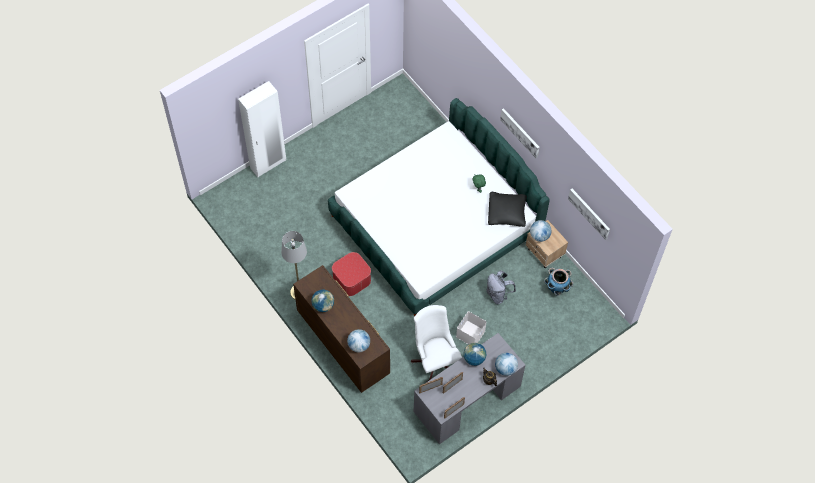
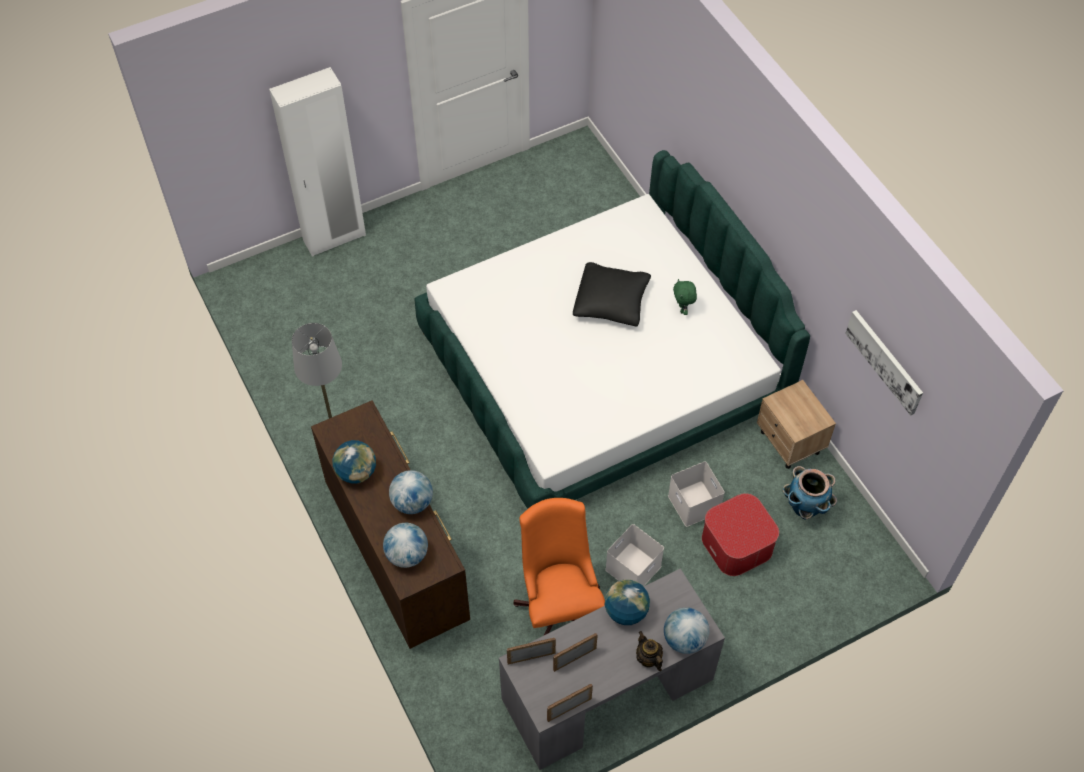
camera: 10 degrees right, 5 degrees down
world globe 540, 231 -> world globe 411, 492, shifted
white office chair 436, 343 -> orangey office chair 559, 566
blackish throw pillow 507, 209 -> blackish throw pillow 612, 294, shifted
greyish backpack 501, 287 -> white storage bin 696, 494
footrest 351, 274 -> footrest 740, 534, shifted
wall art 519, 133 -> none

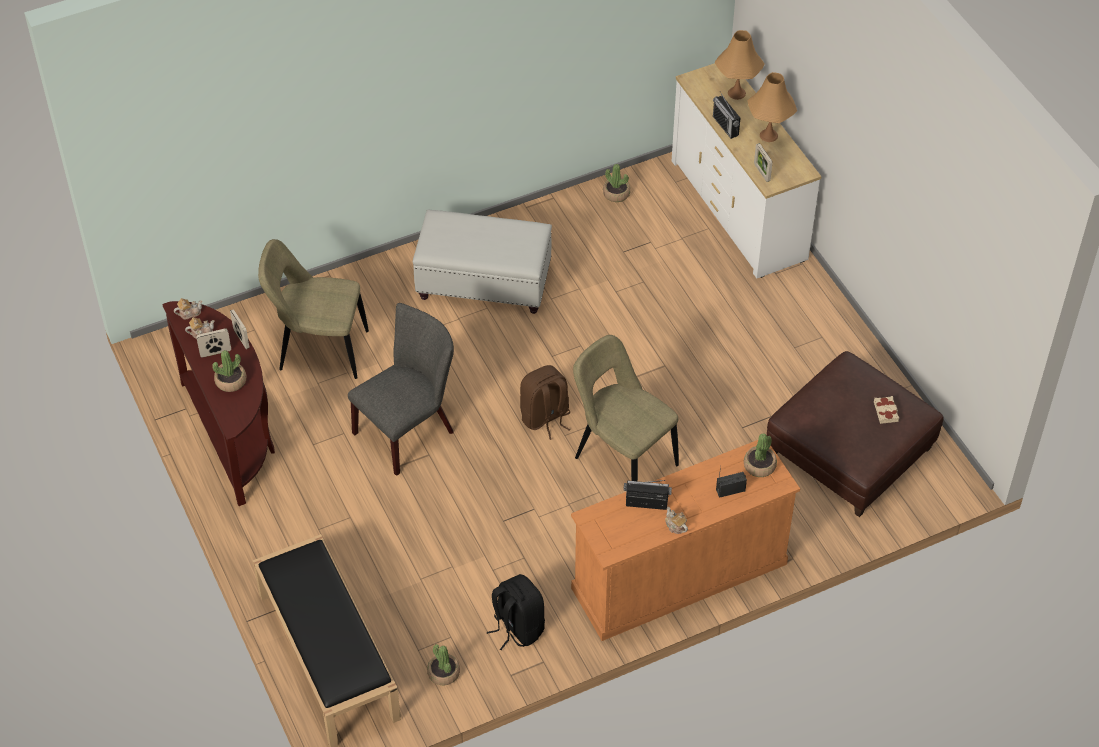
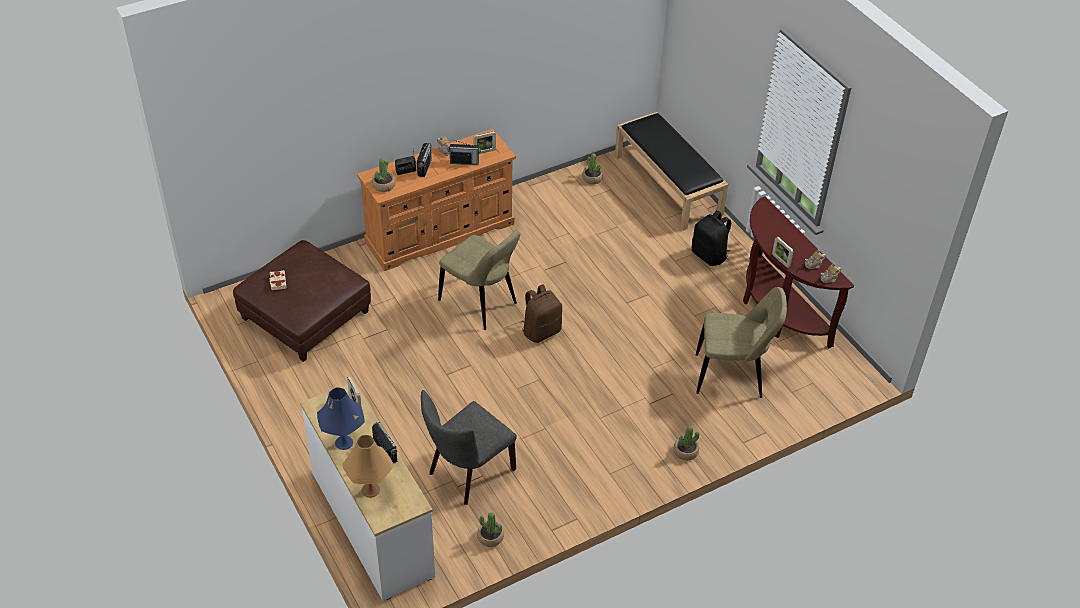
camera: 175 degrees right, 5 degrees down
orangey lamp for a table 772, 107 -> bluish lamp for a table 341, 418
none -> radio set 424, 160
greyish plain chair 401, 389 -> greyish plain chair 469, 447, shifted
photo frame 213, 343 -> photo frame 484, 142, shifted
houseplant 229, 371 -> houseplant 686, 443, shifted
blackish backpack 516, 612 -> blackish backpack 711, 238, shifted
white footrest 482, 262 -> none

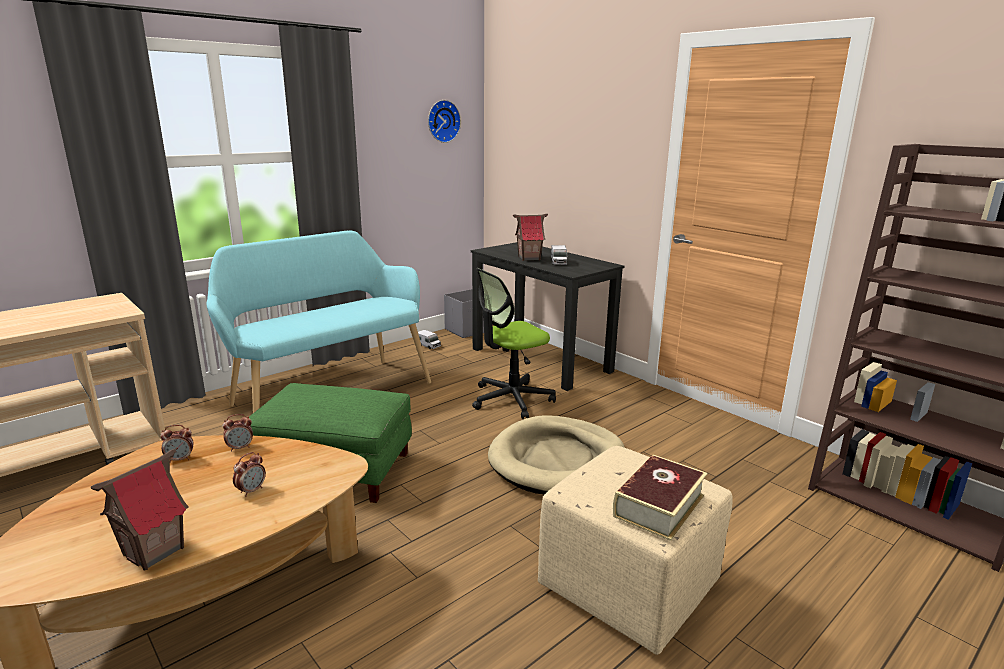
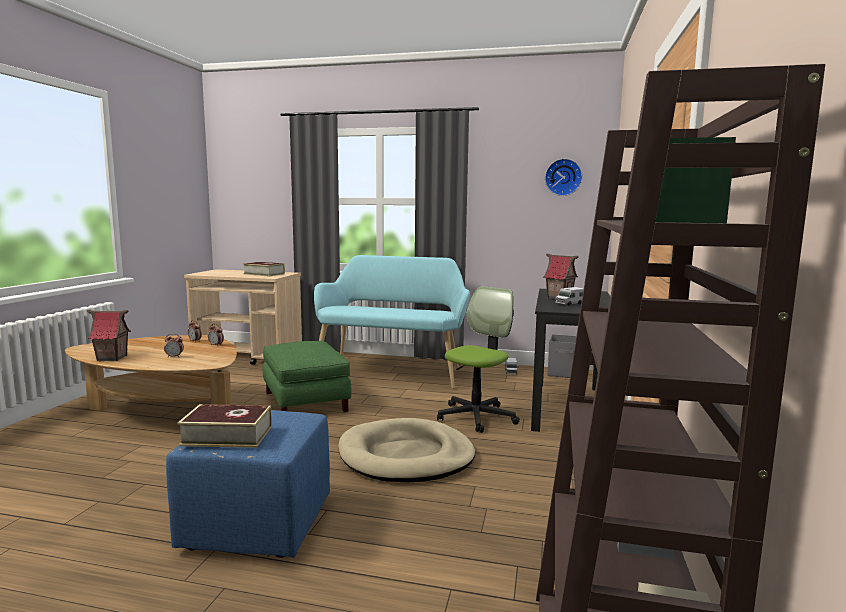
camera: 55 degrees right, 10 degrees down
sand-coloured footrest 635, 550 -> bluish footrest 248, 484
none -> volume 264, 269
office chair 514, 343 -> office chair 478, 359, 105 degrees clockwise

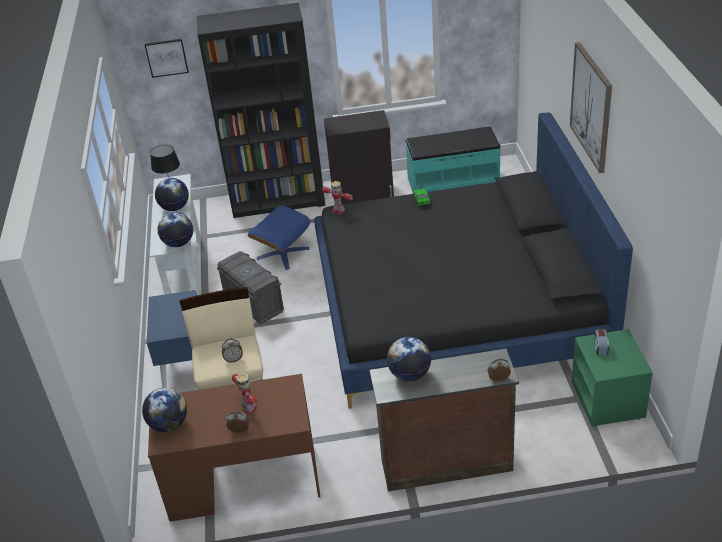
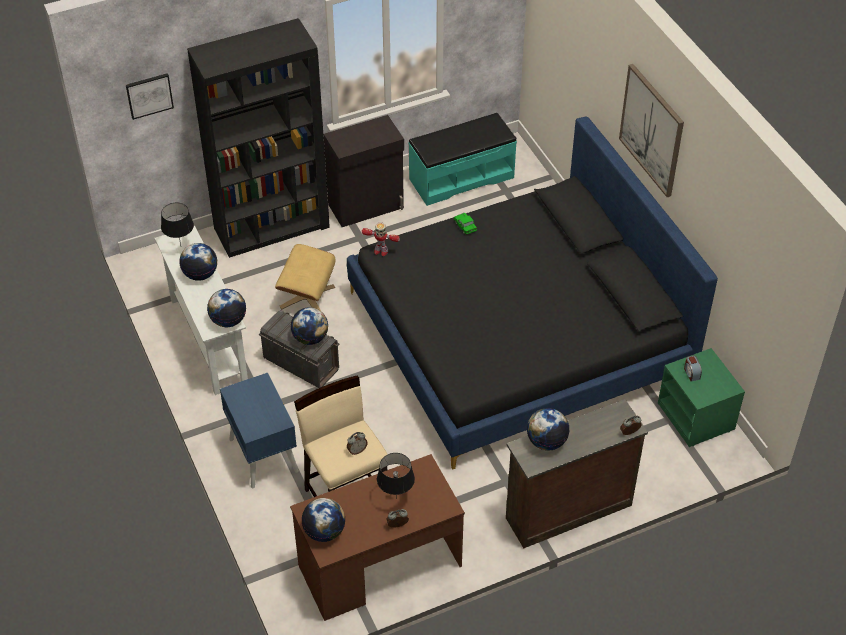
camera: 20 degrees left, 10 degrees up
bluish footrest 279, 237 -> sand-coloured footrest 305, 277
none -> world globe 309, 326
toy robot 244, 393 -> blackish lamp for a table 396, 474

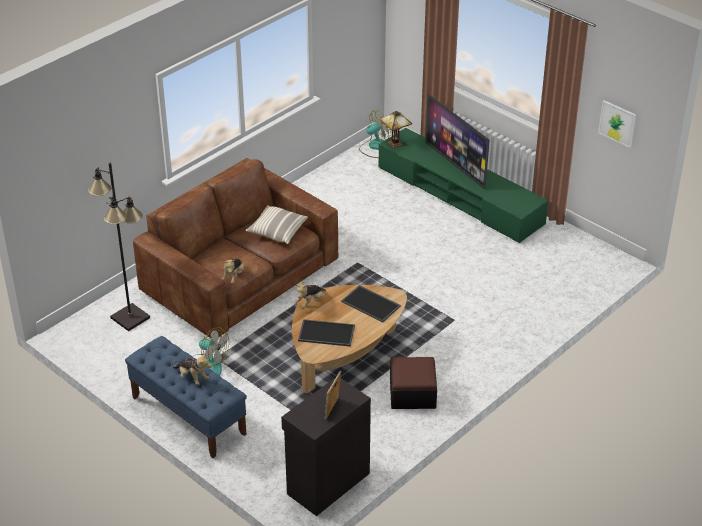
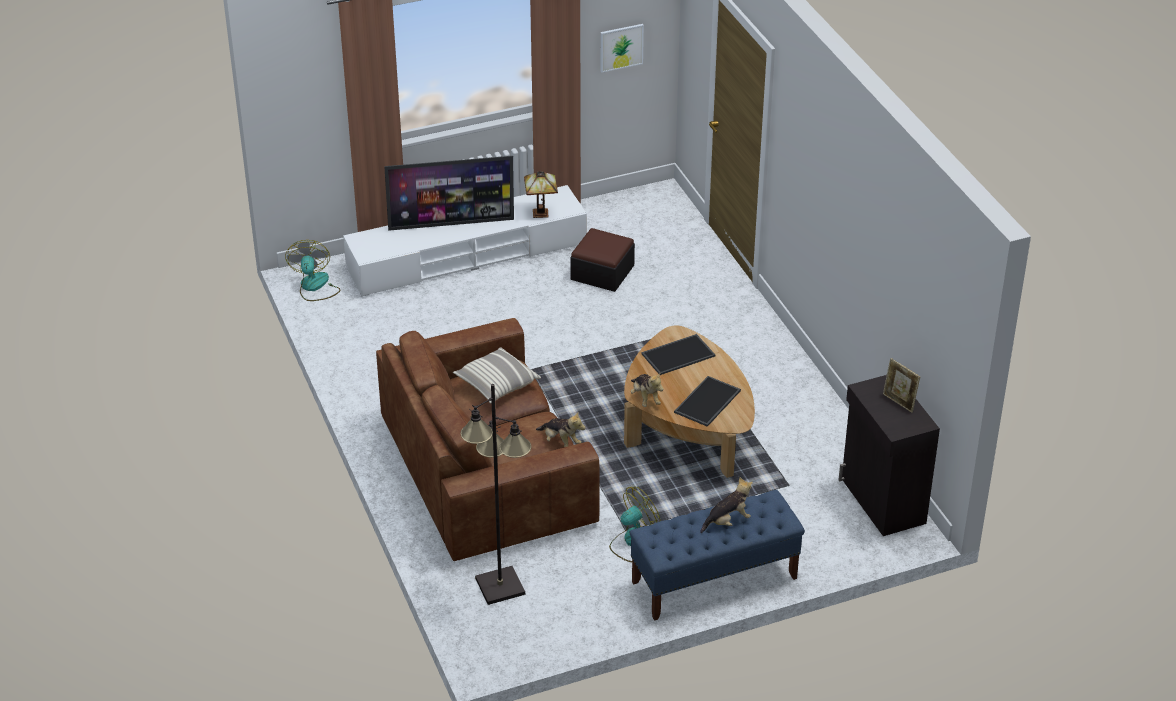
camera: 65 degrees left, 0 degrees up
greenish media console 463, 185 -> white media console 465, 240
lamp for a table 396, 129 -> lamp for a table 541, 194, shifted
footrest 413, 383 -> footrest 602, 260, shifted

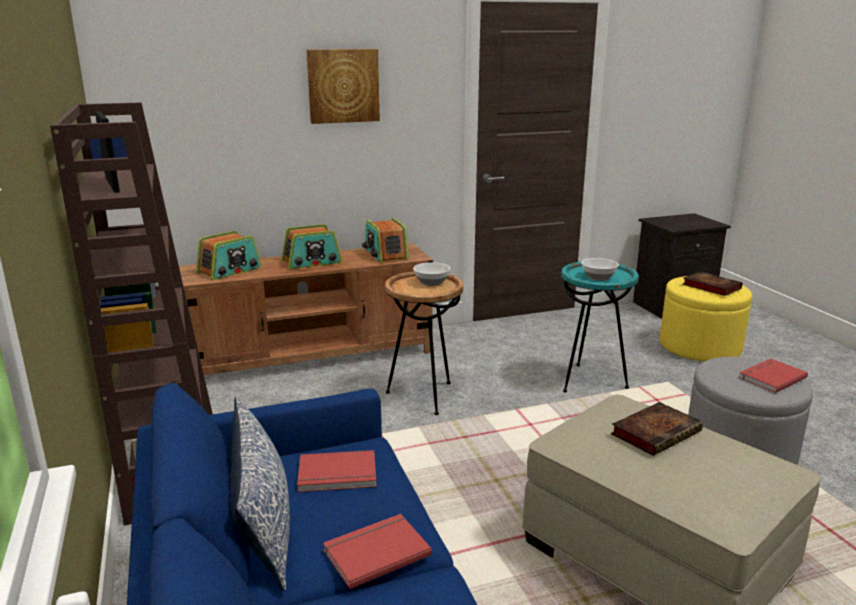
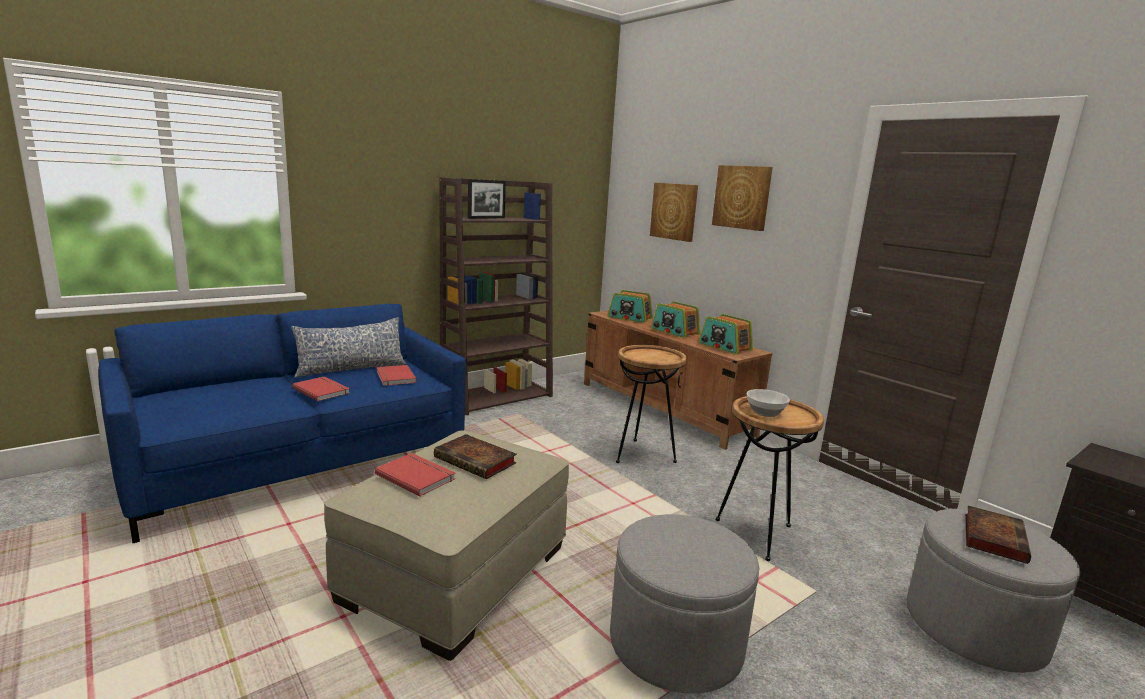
camera: 70 degrees right, 5 degrees down
red volume 773, 376 -> red volume 415, 474, shifted
none -> wall art 674, 212
radio set 385, 240 -> radio set 726, 334, 90 degrees counterclockwise
blue-green end table 600, 327 -> brown-coloured end table 770, 478
yellowish footrest 706, 319 -> greyish footrest 993, 591
bowl 431, 274 -> none

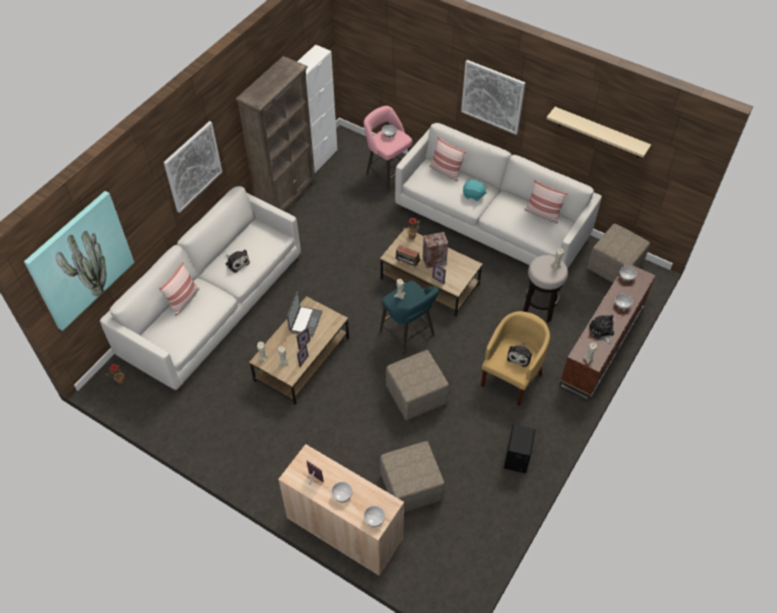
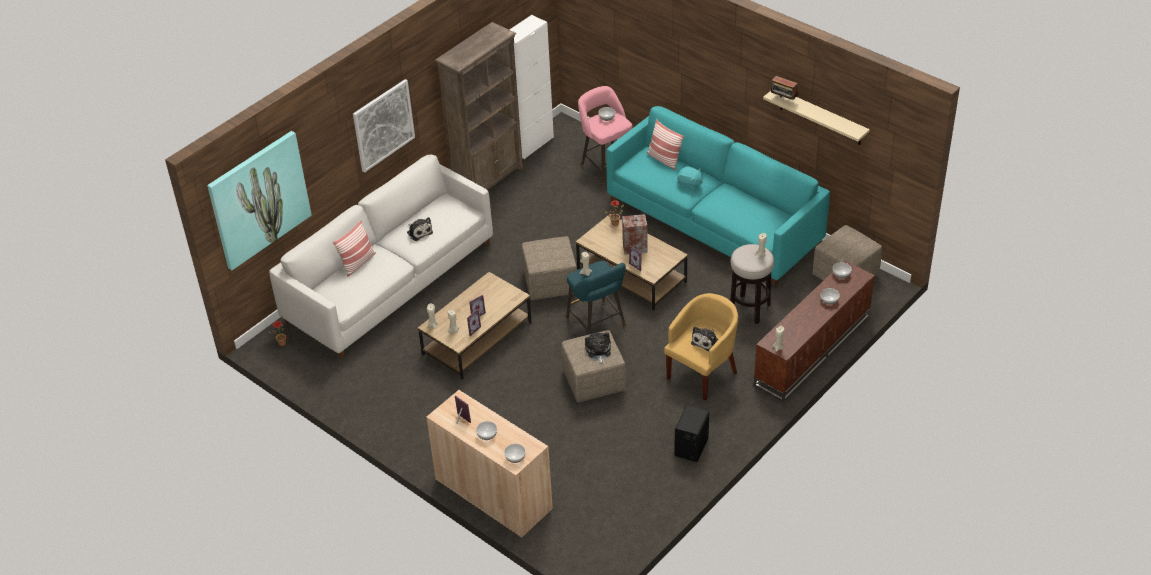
camera: 10 degrees right, 10 degrees down
sand-coloured footrest 412, 476 -> sand-coloured footrest 549, 268, shifted
soft toy 601, 329 -> soft toy 598, 348, shifted
white sofa 498, 196 -> blue-green sofa 718, 196
radio set 408, 255 -> radio set 784, 88, shifted
portable computer 305, 314 -> none
wall art 493, 97 -> none
throw pillow 546, 201 -> none

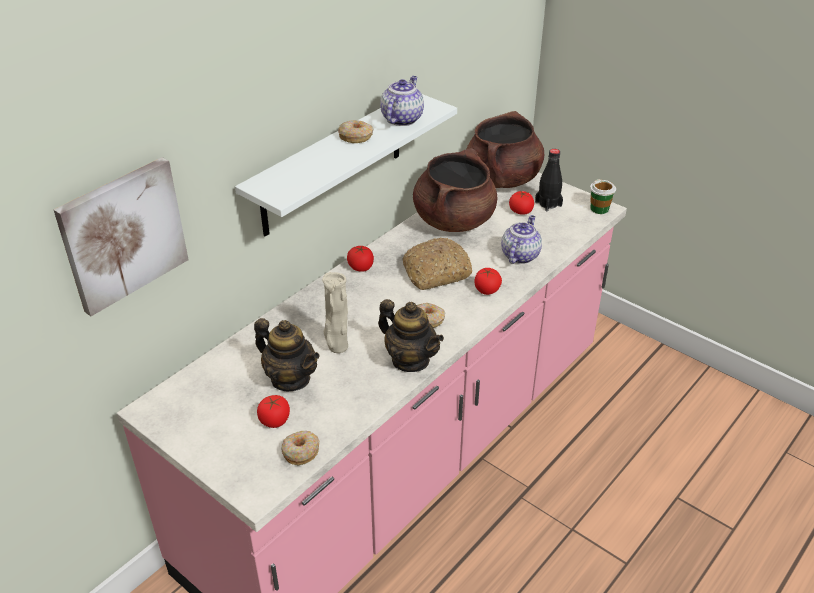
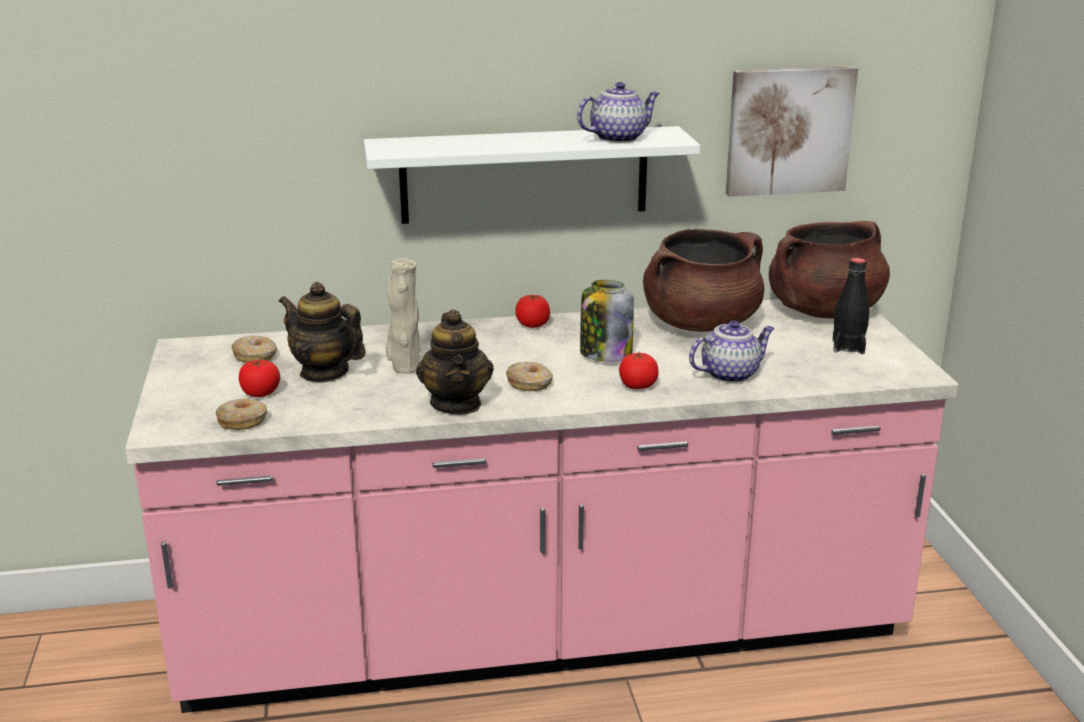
camera: 40 degrees right, 15 degrees down
ring doughnut 356, 131 -> ring doughnut 254, 349, shifted
pot for tea 287, 354 -> pot for tea 322, 332, 135 degrees clockwise
baked bread 437, 264 -> preserve jar 607, 321
wall art 121, 236 -> wall art 792, 131, shifted
whole tomato 521, 202 -> none
cup 603, 196 -> none

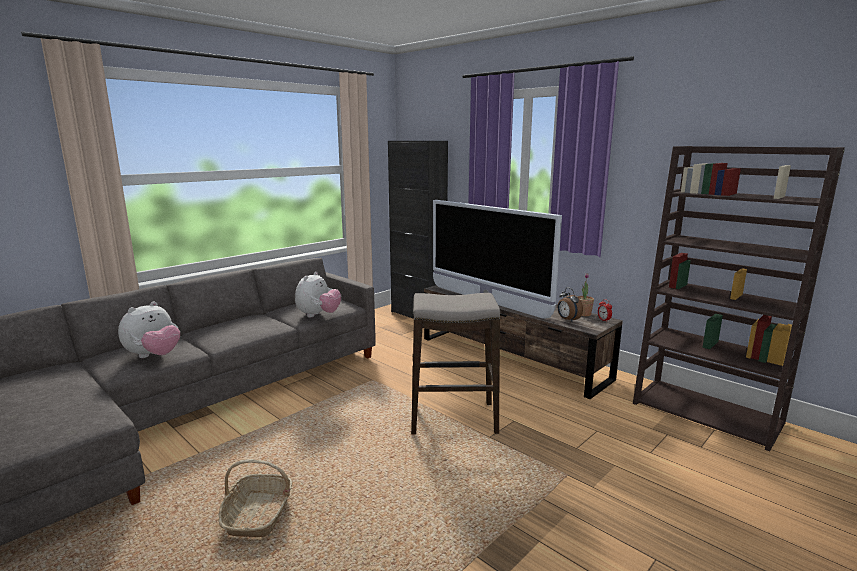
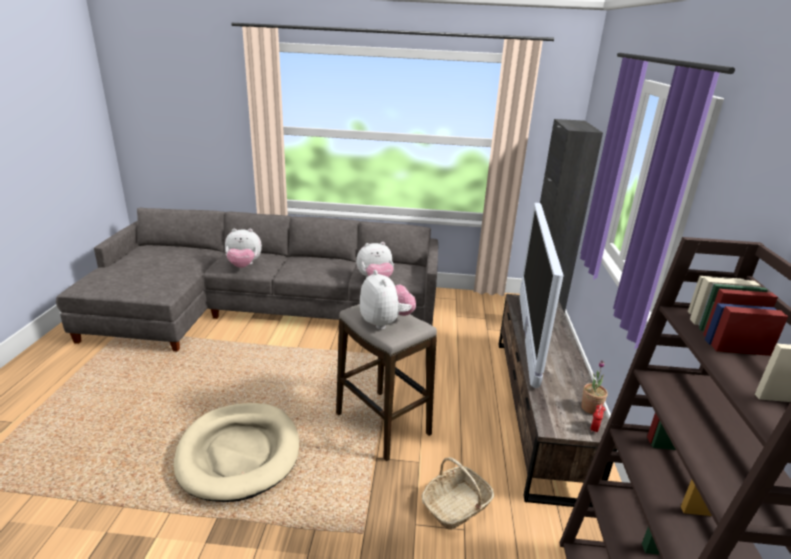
camera: 50 degrees right, 10 degrees up
none -> sand-coloured pet bed 236, 452
none -> soft toy 388, 300
basket 255, 498 -> basket 457, 493, shifted
bedside clock 570, 304 -> none

